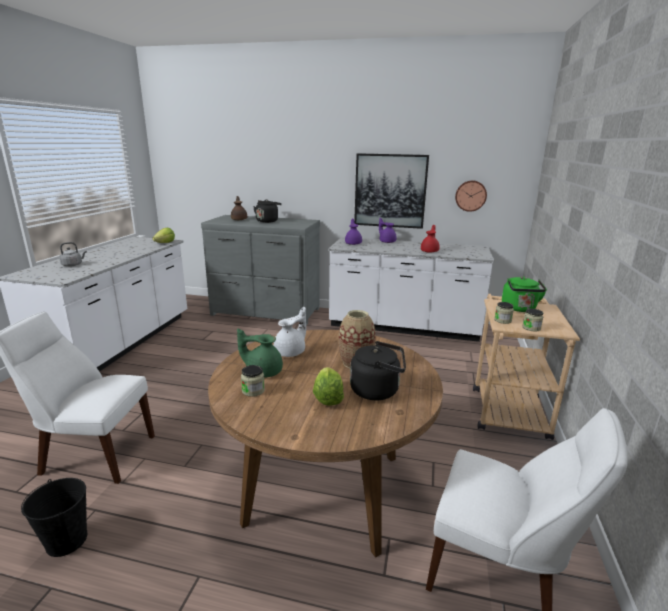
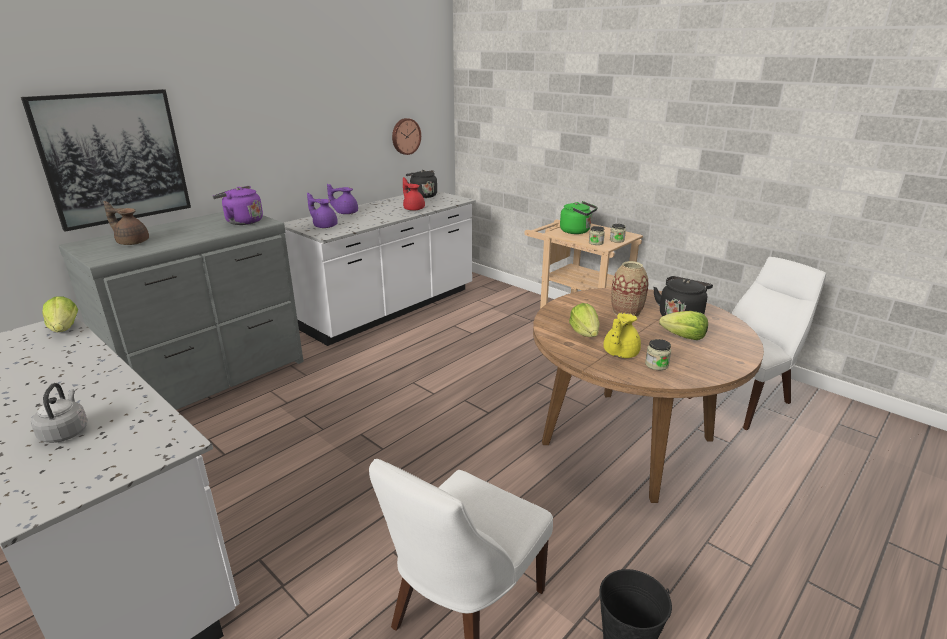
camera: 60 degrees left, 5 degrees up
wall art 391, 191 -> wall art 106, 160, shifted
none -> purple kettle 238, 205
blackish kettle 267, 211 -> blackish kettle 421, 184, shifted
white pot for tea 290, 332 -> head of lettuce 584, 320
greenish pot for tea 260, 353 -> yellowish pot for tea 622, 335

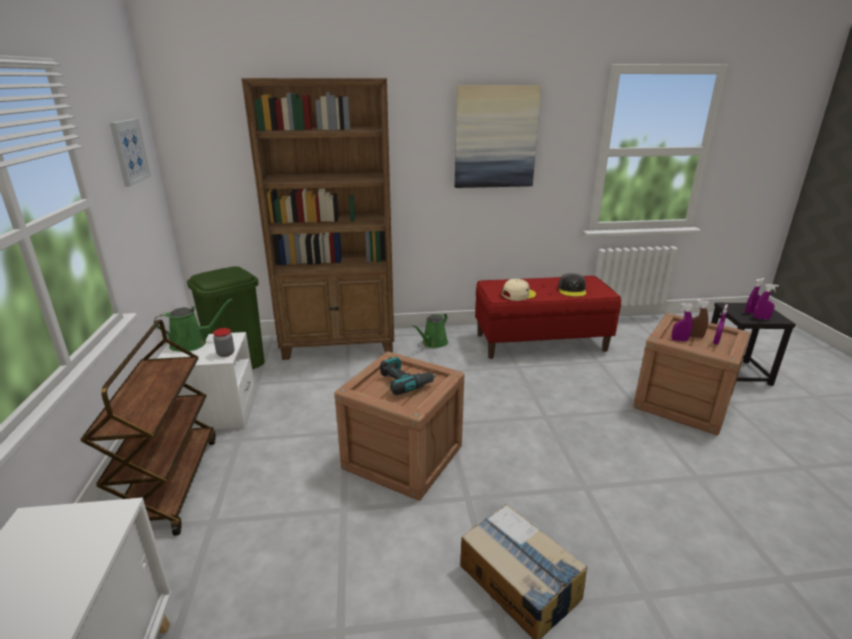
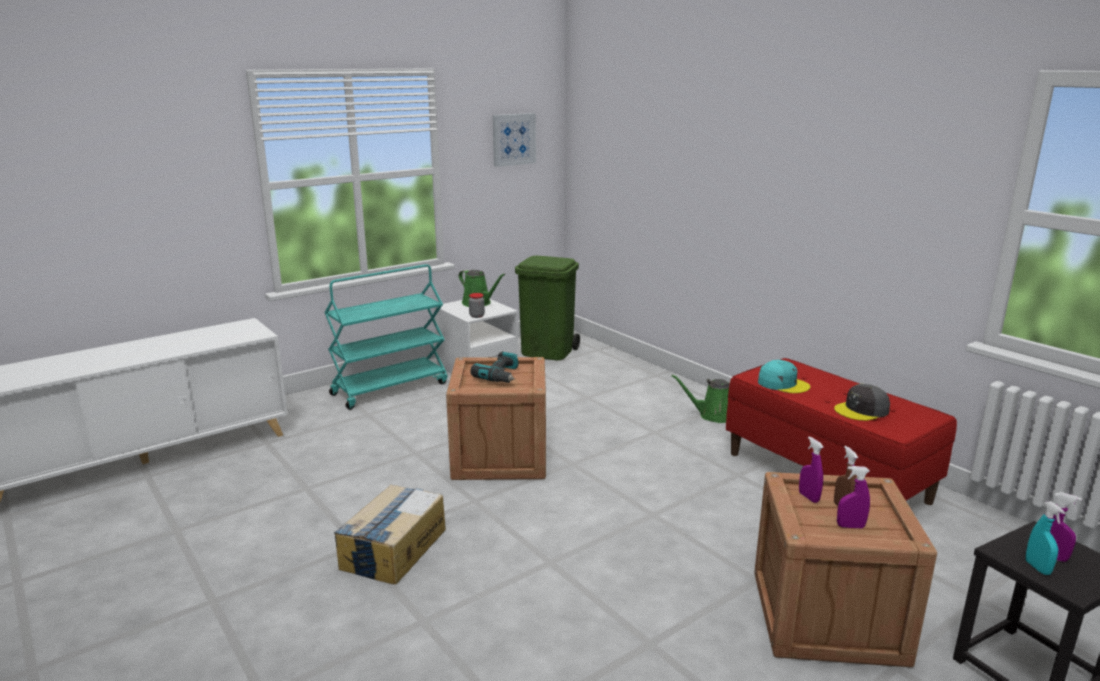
camera: 60 degrees right, 5 degrees down
brown-coloured wheeled cart 148, 428 -> blue-green wheeled cart 386, 337
sand-coloured peaked cap 519, 290 -> blue-green peaked cap 784, 376
purple spray bottle 766, 302 -> blue-green spray bottle 1045, 538
brown-coloured shelving unit 317, 219 -> none
wall art 497, 136 -> none

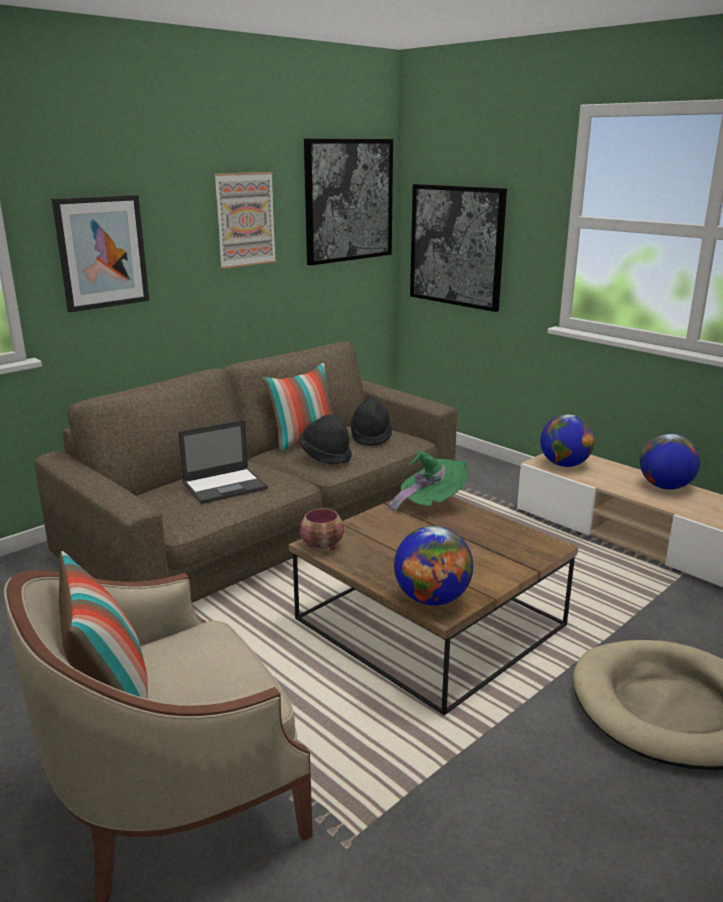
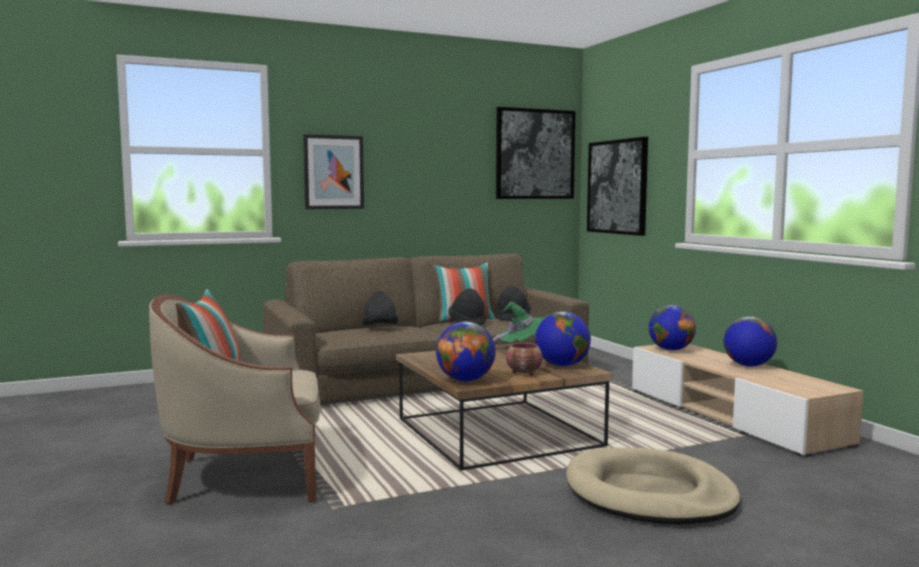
camera: 20 degrees right, 15 degrees down
portable computer 223, 462 -> blackish clothing hat 380, 308
bowl 322, 529 -> bowl 524, 359, shifted
none -> world globe 563, 339
wall art 245, 220 -> none

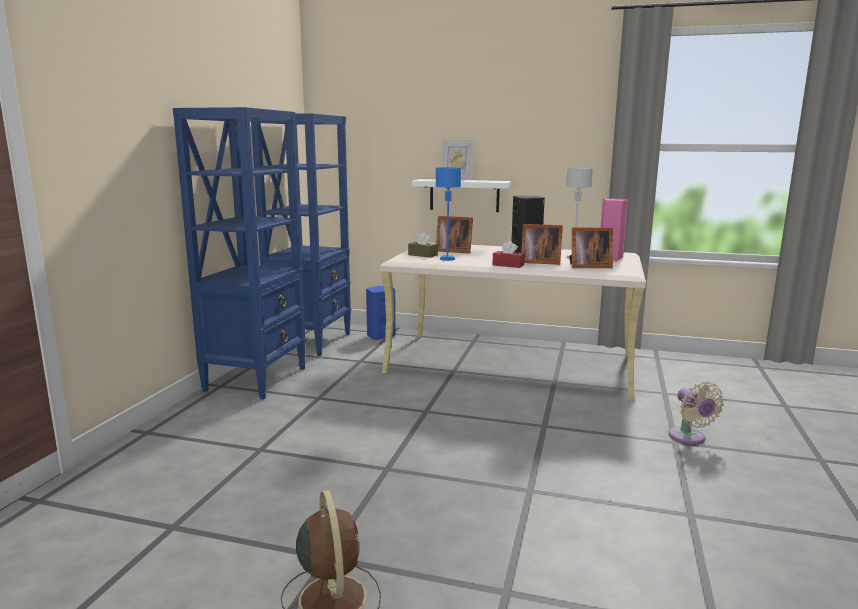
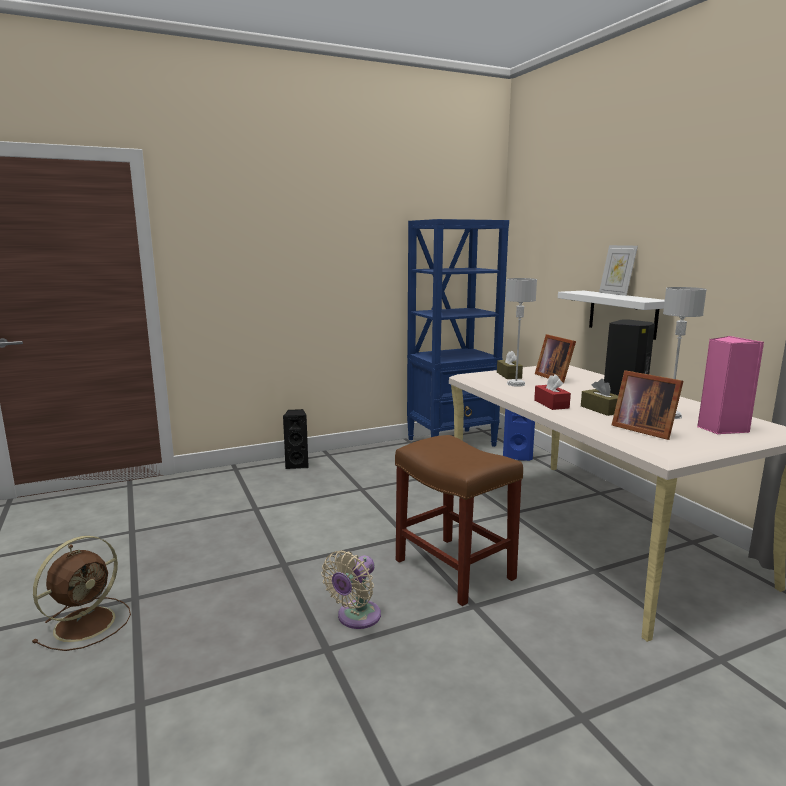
camera: 50 degrees right, 0 degrees up
none -> blackish speaker 296, 439
sand-coloured cooling fan 696, 413 -> sand-coloured cooling fan 351, 589, shifted
none -> brown-coloured sitting stool 459, 520
bluish lamp for a table 448, 214 -> greyish lamp for a table 521, 332
photo frame 542, 244 -> brown-coloured box of tissues 599, 397
bluish shelving unit 239, 253 -> none

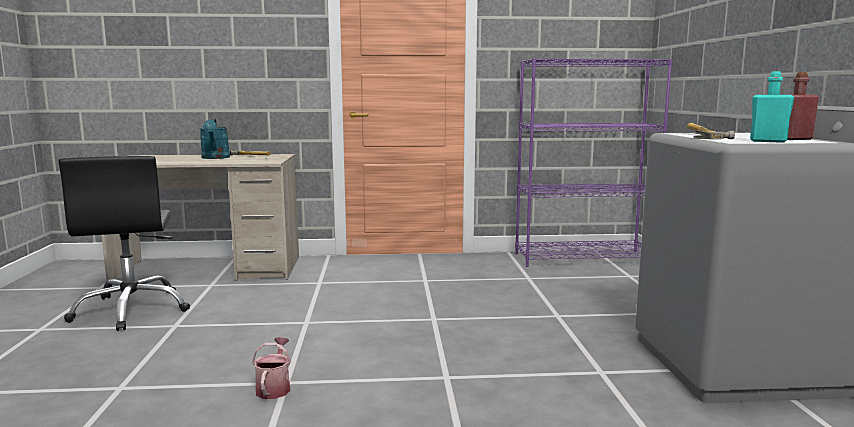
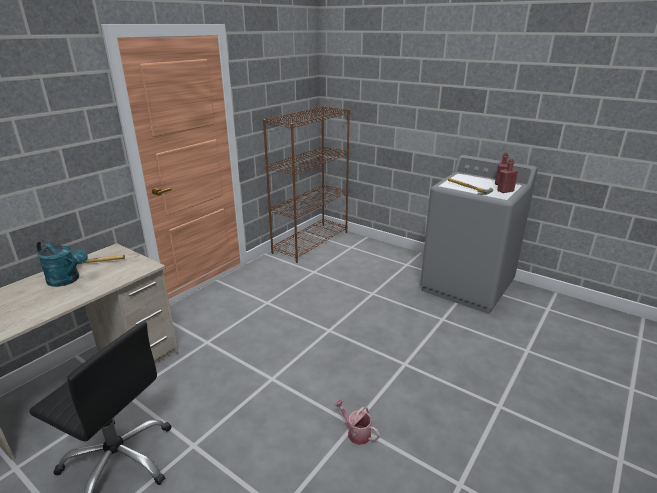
camera: 50 degrees left, 15 degrees up
purple shelving unit 593, 162 -> brown-coloured shelving unit 306, 184
blue-green bottle 772, 107 -> red bottle 507, 176

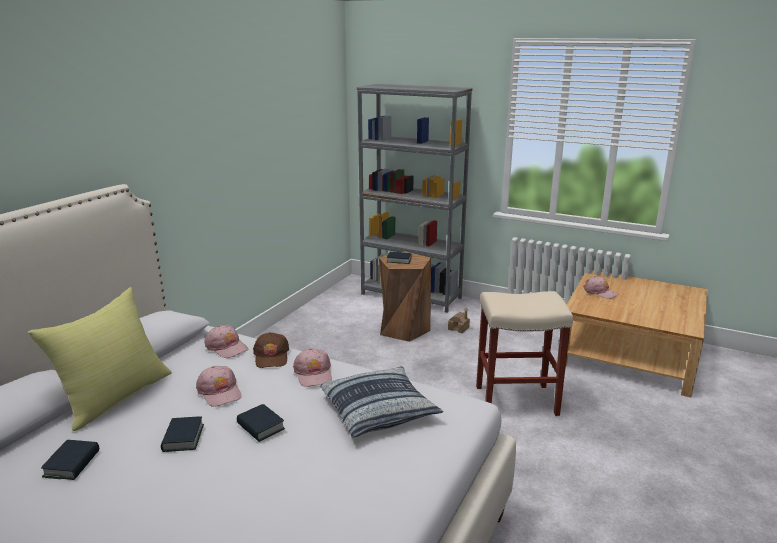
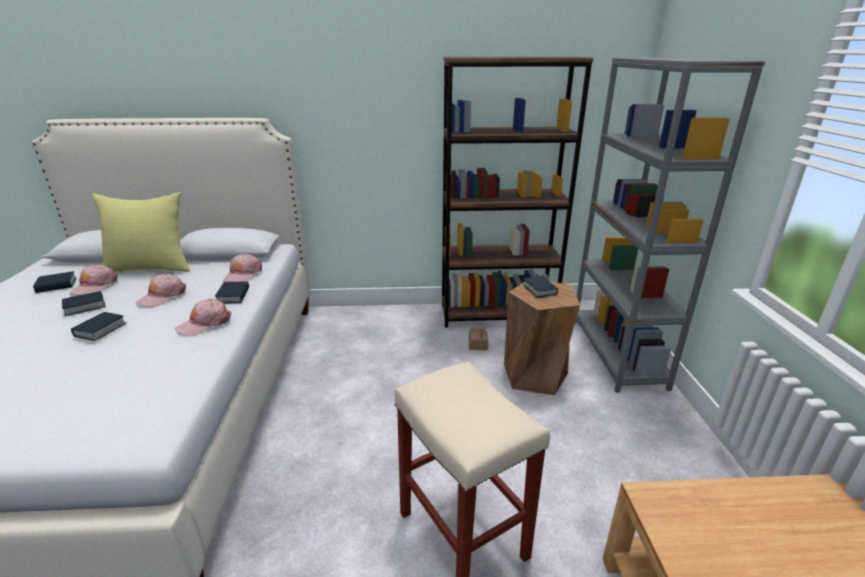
camera: 60 degrees right, 5 degrees up
pink peaked cap 600, 287 -> pink peaked cap 93, 279, shifted
brown-coloured peaked cap 271, 350 -> volume 232, 292
none -> brown-coloured shelving unit 517, 192
toy house 459, 320 -> toy house 478, 337, shifted
throw pillow 381, 401 -> none

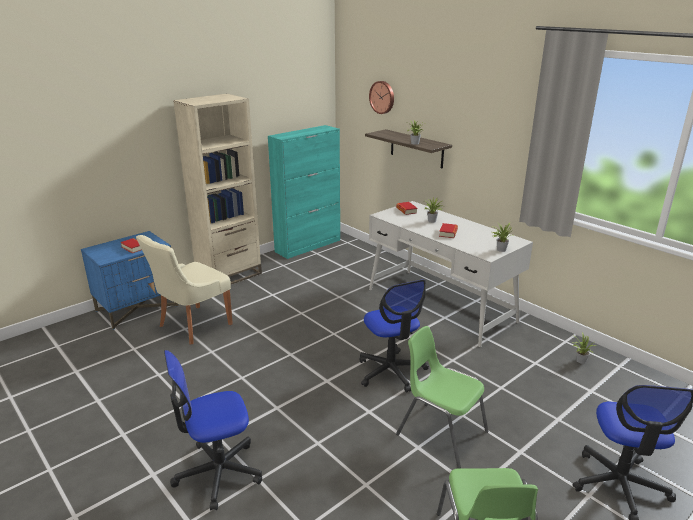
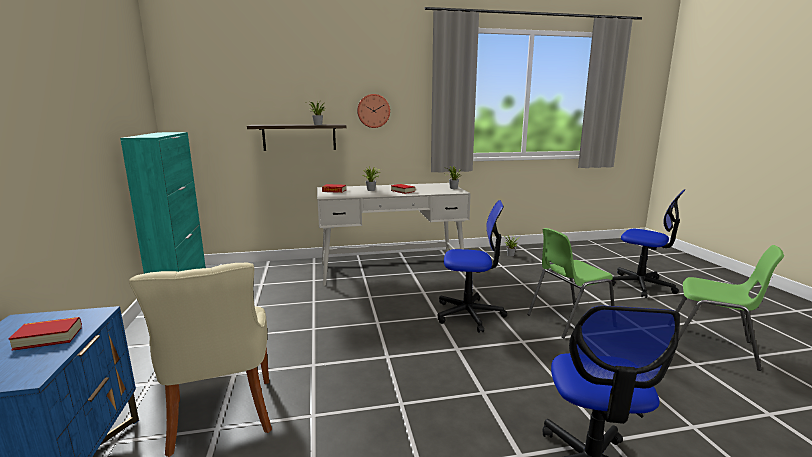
camera: 60 degrees left, 10 degrees down
clock on the wall 381, 97 -> clock on the wall 373, 111, shifted
sand-coloured shelving unit 217, 189 -> none

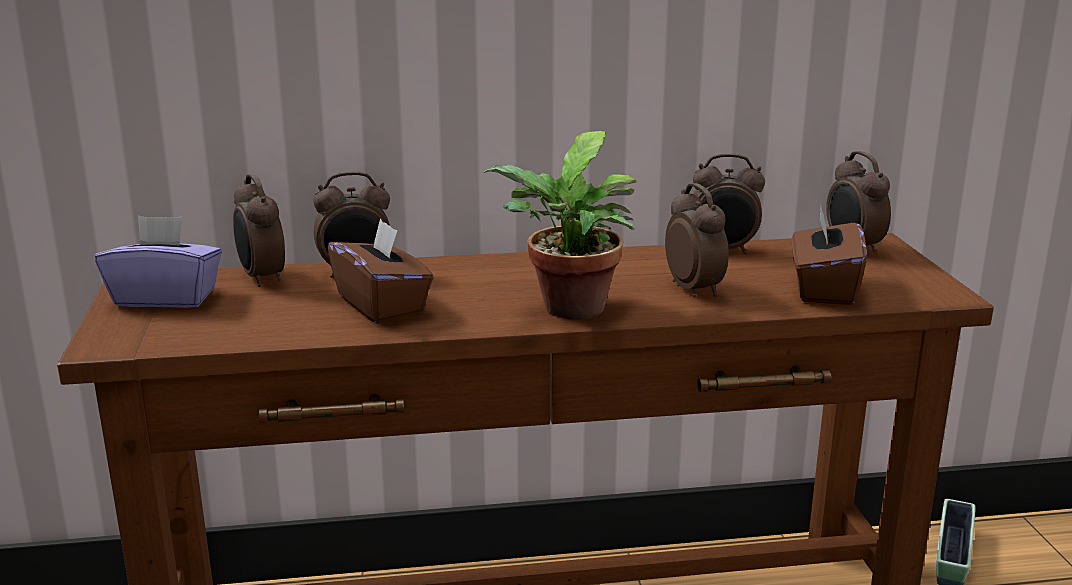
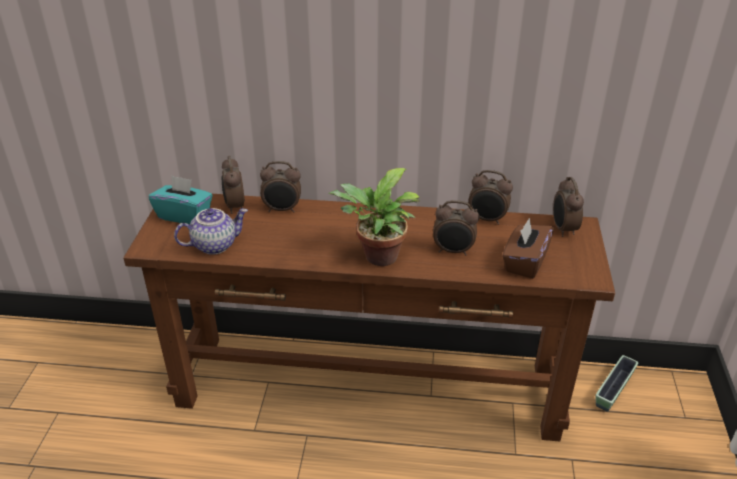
camera: 15 degrees right, 15 degrees up
purple box of tissues 158, 262 -> blue-green box of tissues 181, 199
none -> pot for tea 211, 231
bedside clock 697, 240 -> bedside clock 456, 228, 105 degrees clockwise
brown-coloured box of tissues 381, 271 -> none

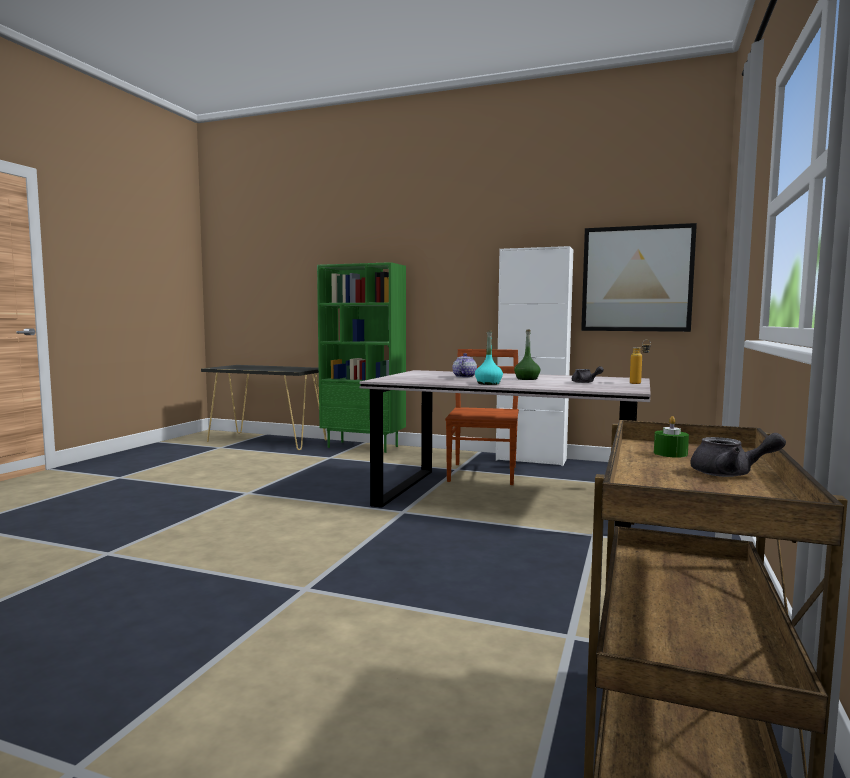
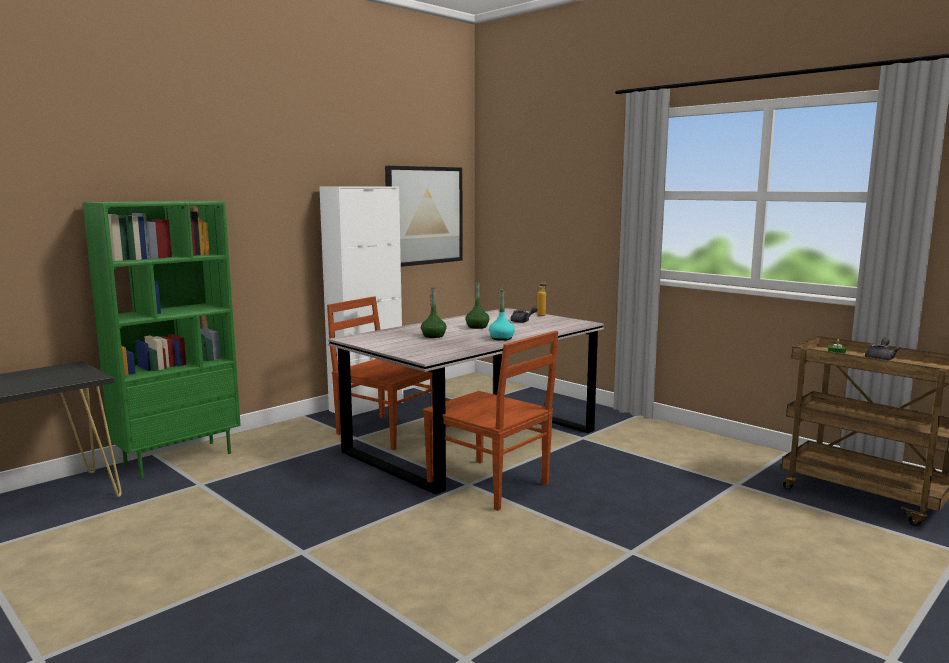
camera: 65 degrees left, 5 degrees up
pot for tea 465, 365 -> greenish bottle 434, 312
none -> brown-coloured plain chair 490, 421

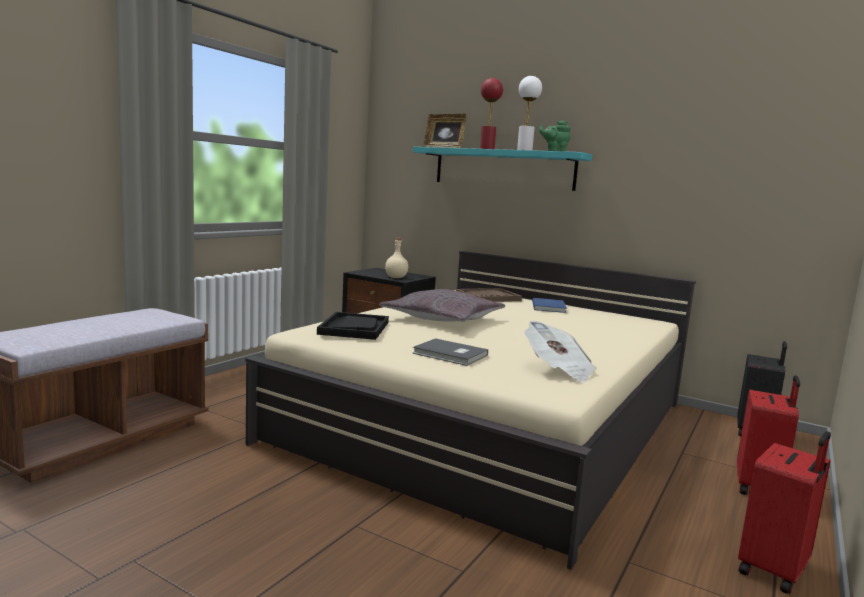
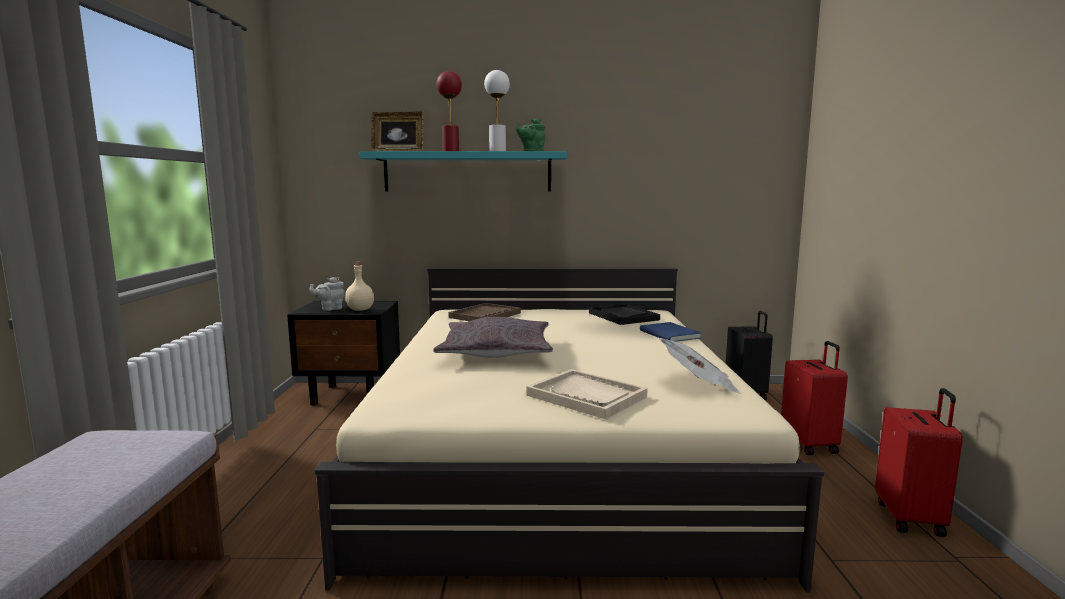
camera: 30 degrees left, 0 degrees up
none -> greyish pot for tea 327, 294
greyish volume 450, 352 -> sand-coloured carrying tray 587, 394
blackish carrying tray 353, 326 -> blackish carrying tray 624, 314, shifted
bluish volume 549, 305 -> bluish volume 670, 332, shifted

